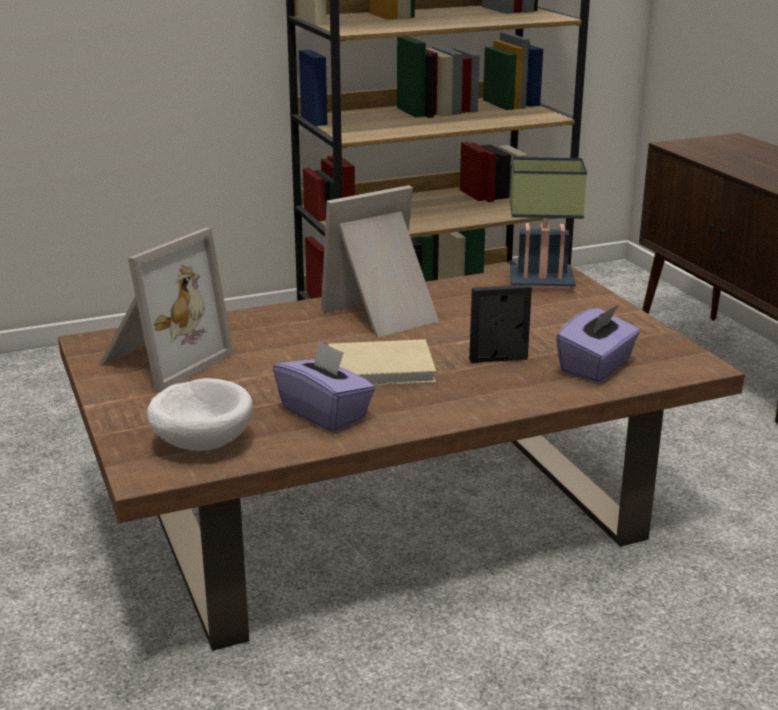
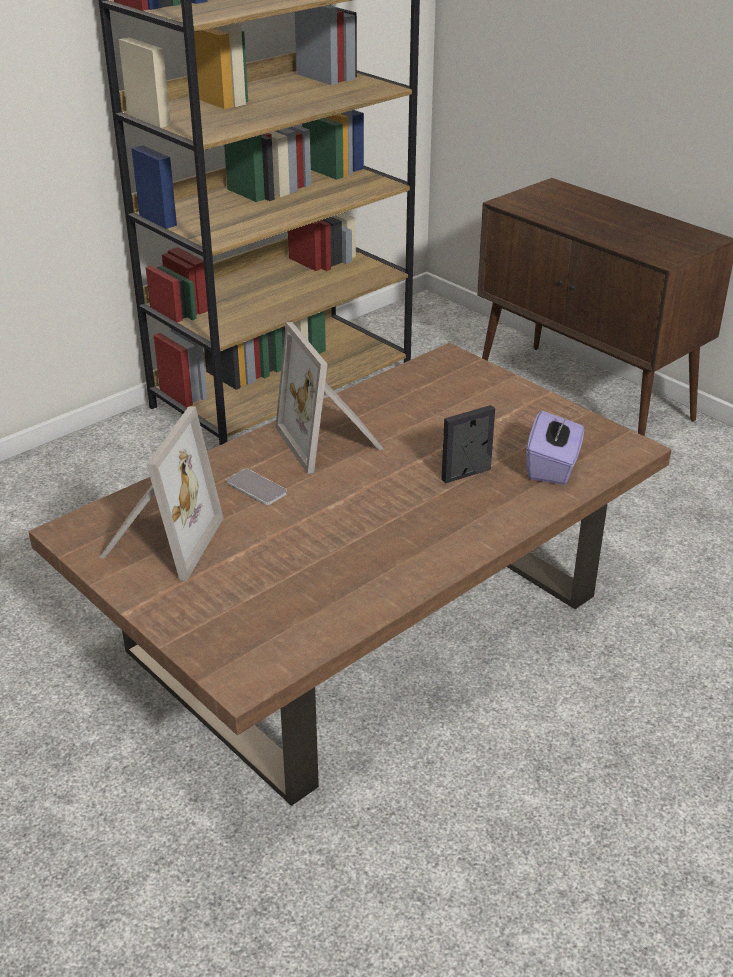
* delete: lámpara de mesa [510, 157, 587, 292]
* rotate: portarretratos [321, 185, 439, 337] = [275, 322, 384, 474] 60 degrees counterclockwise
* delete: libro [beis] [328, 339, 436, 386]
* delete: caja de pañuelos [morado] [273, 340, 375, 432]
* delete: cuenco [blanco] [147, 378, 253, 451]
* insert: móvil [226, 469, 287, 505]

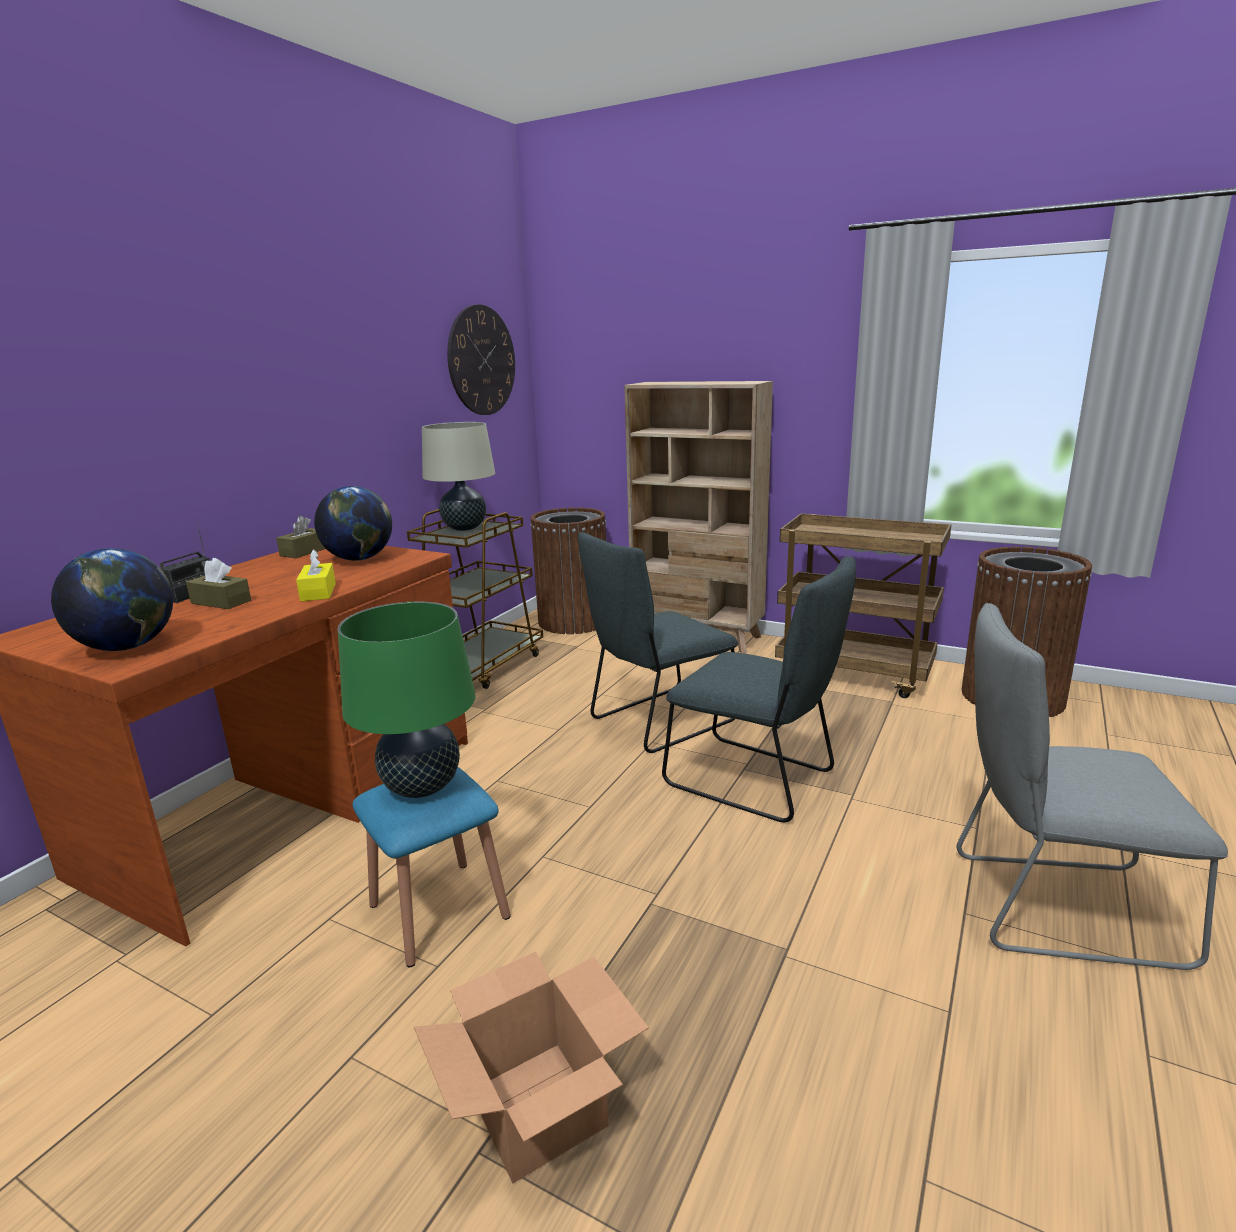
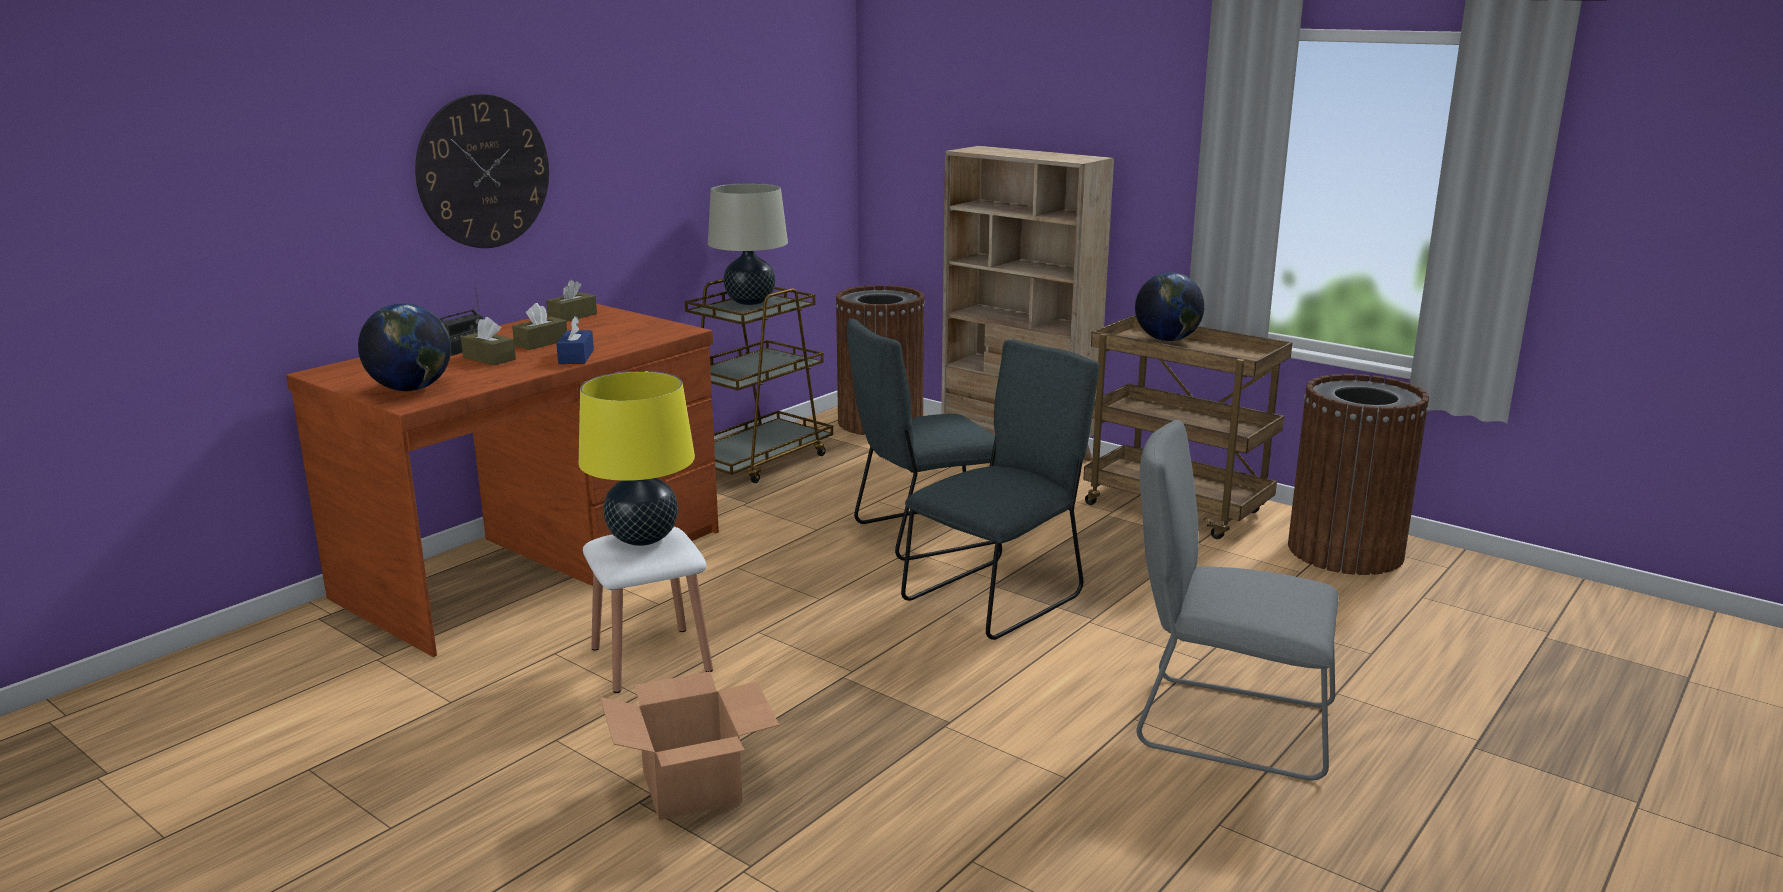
* move: reloj de pared [447, 304, 515, 415] to [415, 94, 549, 248]
* move: globo terráqueo [314, 486, 392, 561] to [1135, 272, 1205, 341]
* recolor: caja de pañuelos [amarillo] [296, 549, 336, 602] to caja de pañuelos [azul] [556, 316, 594, 364]
* rotate: silla [gris] [662, 556, 856, 823] = [901, 340, 1099, 640] 90 degrees counterclockwise
* recolor: lámpara de mesa [verde] [338, 602, 476, 798] to lámpara de mesa [amarillo] [579, 371, 695, 546]
* recolor: taburete [azul] [352, 767, 510, 967] to taburete [blanco] [583, 527, 713, 693]
* insert: caja de pañuelos [marrón] [512, 303, 567, 350]

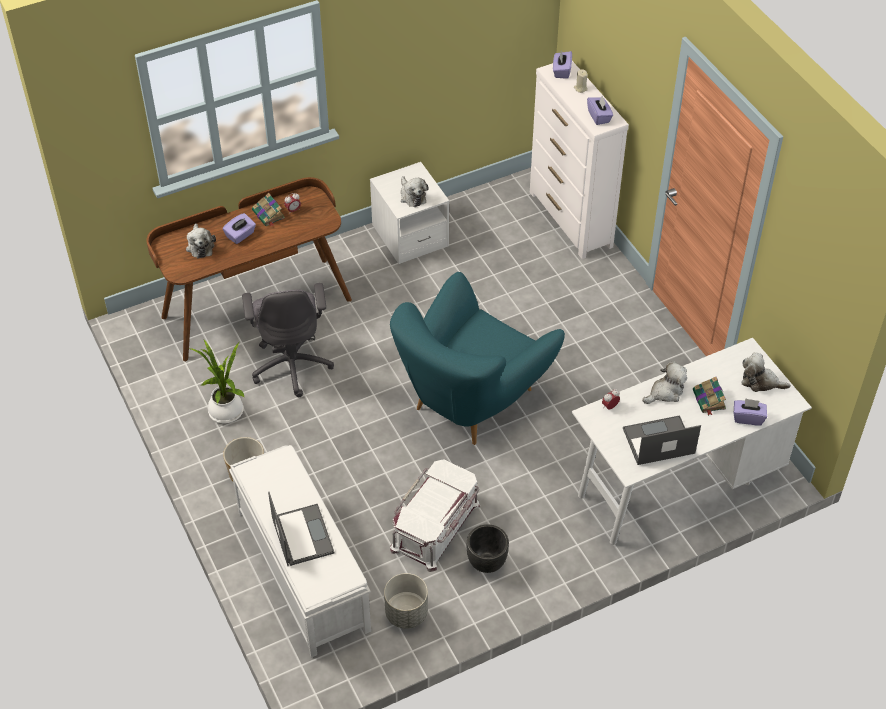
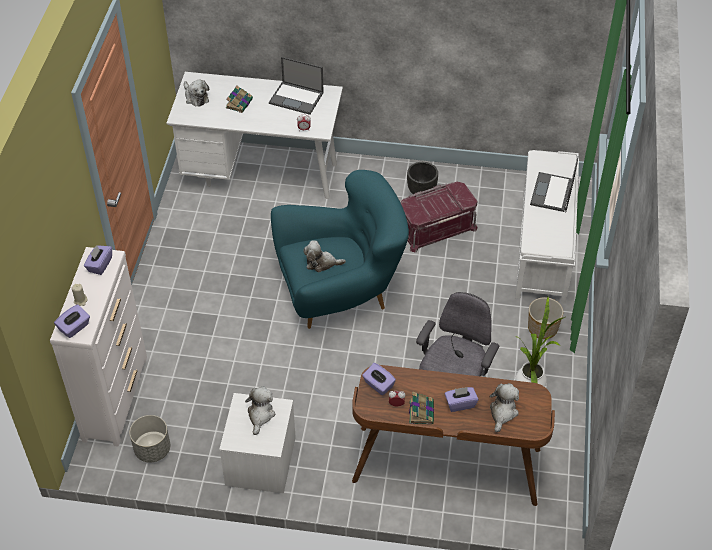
* move: peluche [642, 361, 687, 404] to [303, 241, 346, 272]
* move: caja de pañuelos [morado] [734, 398, 767, 426] to [362, 363, 396, 395]
* recolor: caja de almacenaje [blanco] [390, 459, 480, 572] to caja de almacenaje [rojo] [400, 181, 478, 252]
* move: maceta [gris] [384, 573, 428, 629] to [129, 415, 170, 462]

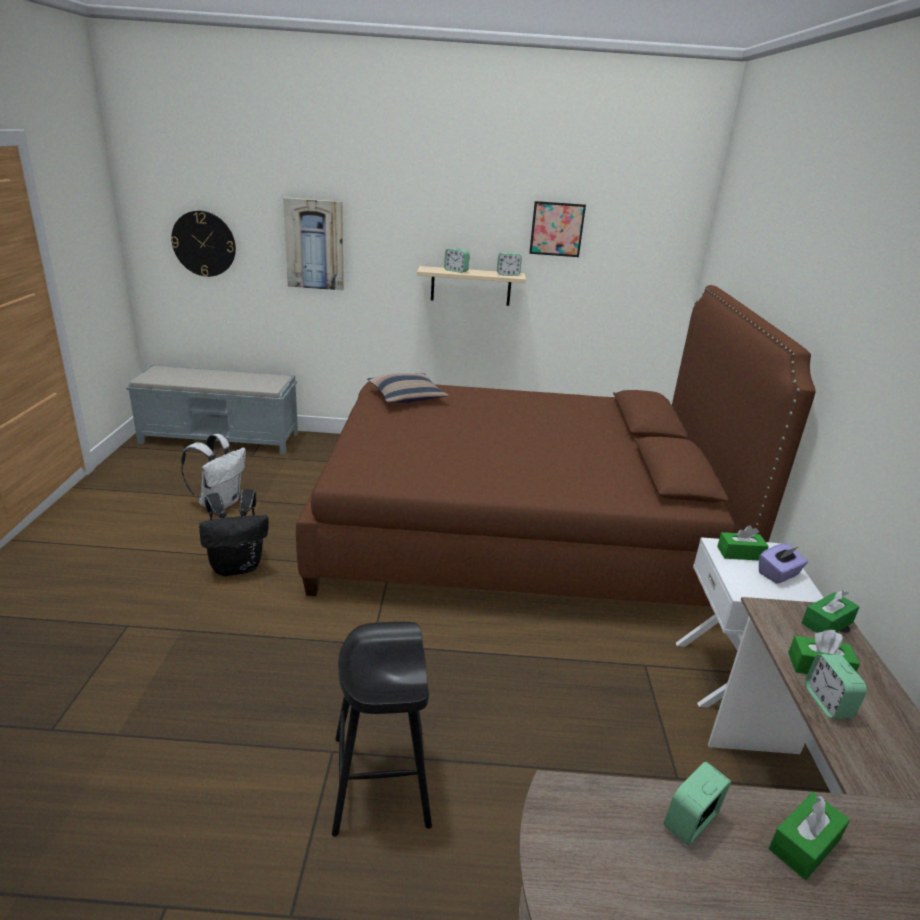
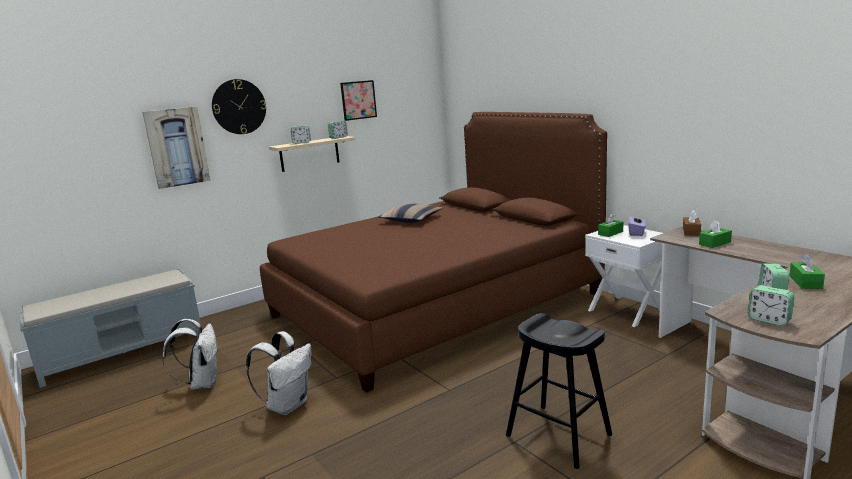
* move: reloj de pared [171, 211, 236, 277] to [212, 79, 266, 134]
* move: cojín [367, 373, 449, 403] to [378, 204, 443, 223]
* recolor: mochila [negro] [199, 489, 269, 576] to mochila [blanco] [247, 331, 311, 415]
* recolor: caja de pañuelos [verde] [802, 590, 860, 633] to caja de pañuelos [marrón] [683, 210, 701, 236]
* move: despertador [805, 654, 867, 719] to [748, 285, 794, 326]

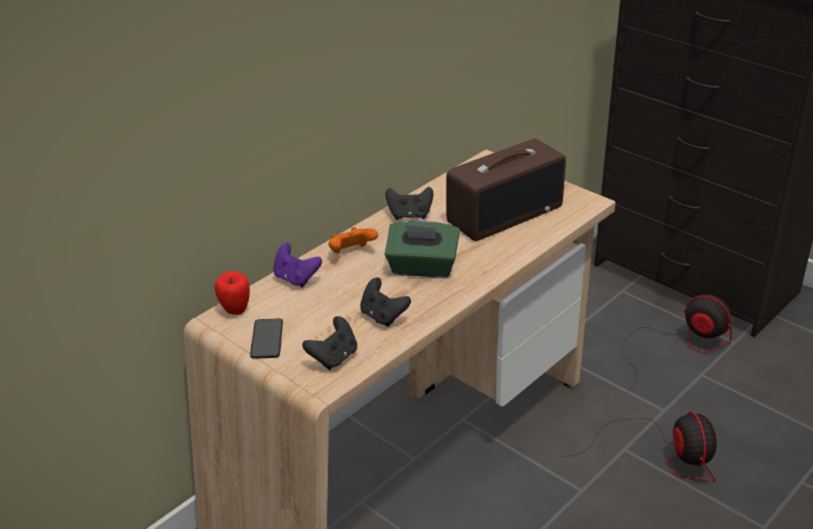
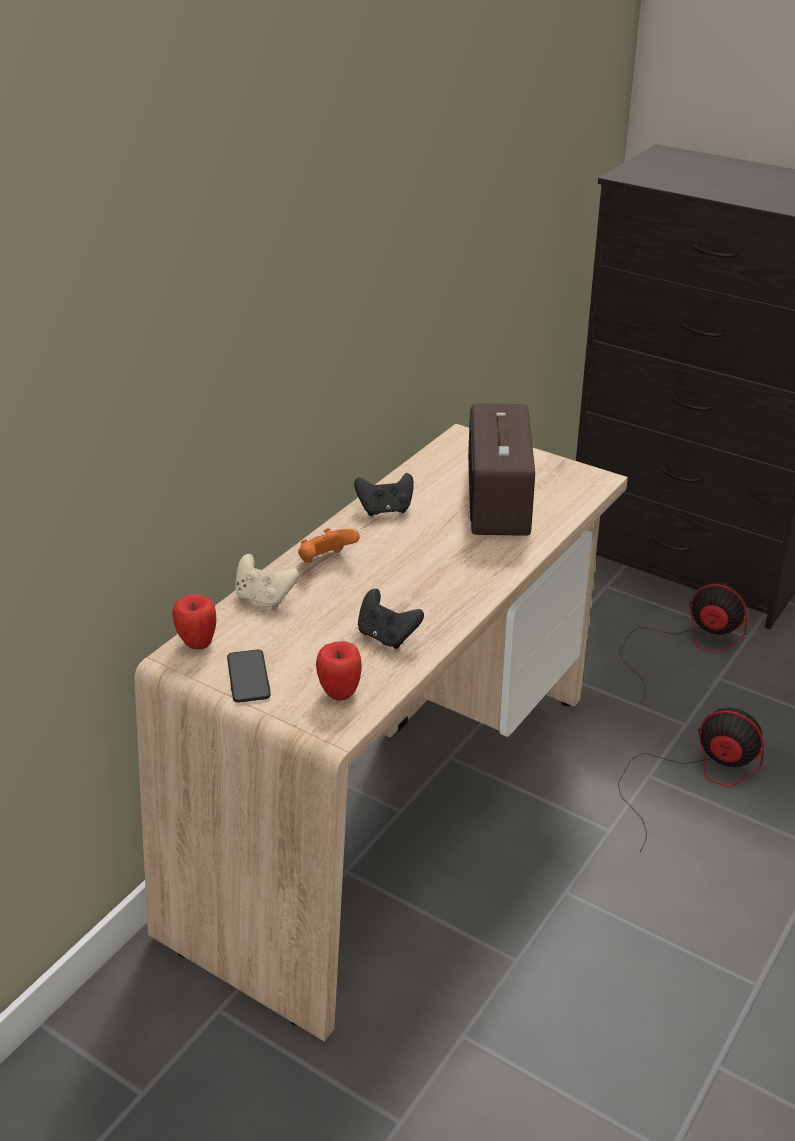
* rotate: radio [446, 139, 566, 241] = [468, 403, 535, 536] 135 degrees clockwise
* delete: caja de pañuelos [verde] [384, 221, 460, 278]
* recolor: mando de consola [morado] [273, 243, 322, 287] to mando de consola [beis] [235, 554, 299, 609]
* replace: mando de consola [negro] [302, 316, 357, 370] to manzana [316, 641, 362, 701]
* rotate: ventilador [562, 412, 717, 482] = [618, 708, 764, 853] 45 degrees counterclockwise

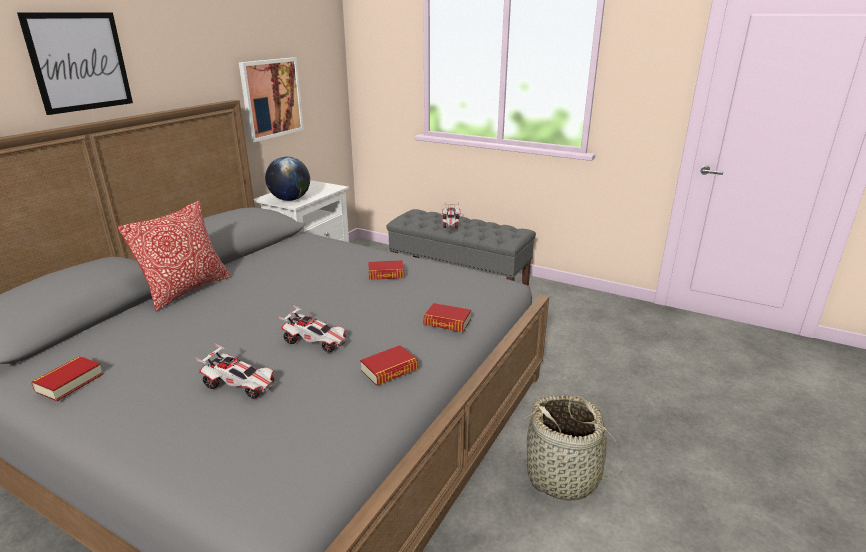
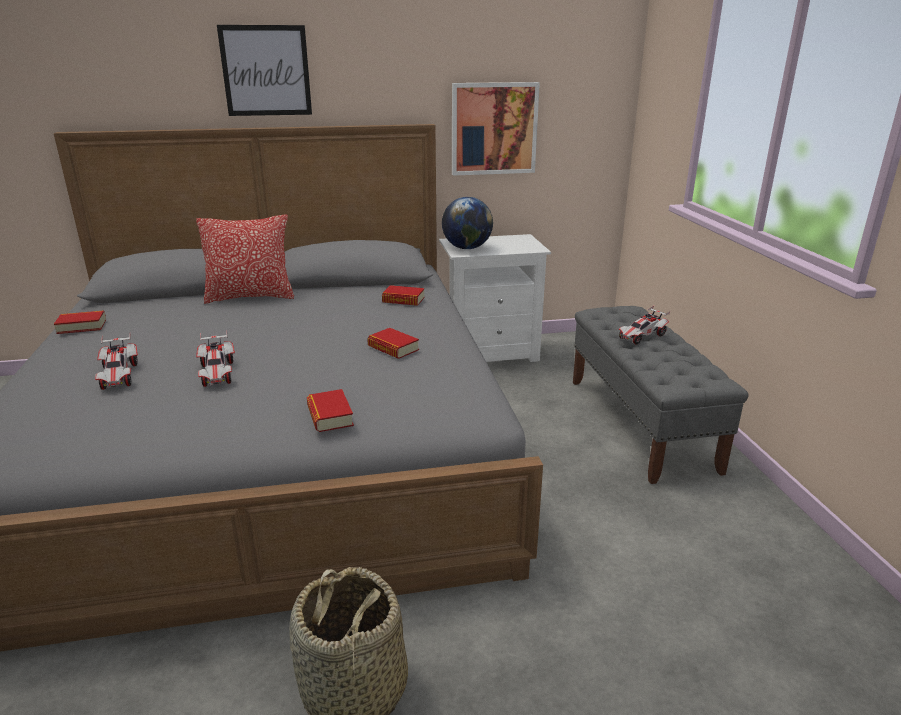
* move: libro [360, 345, 418, 386] to [382, 285, 425, 306]

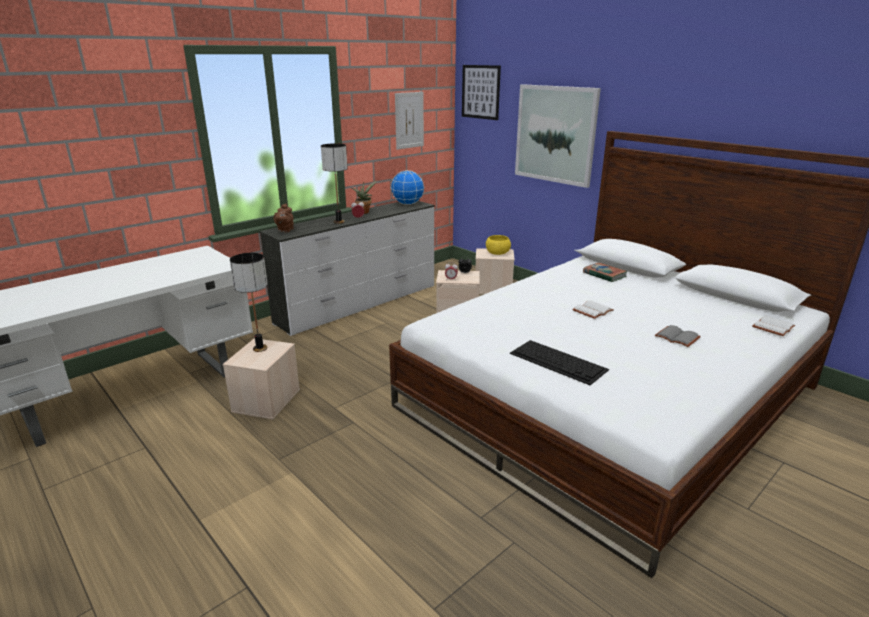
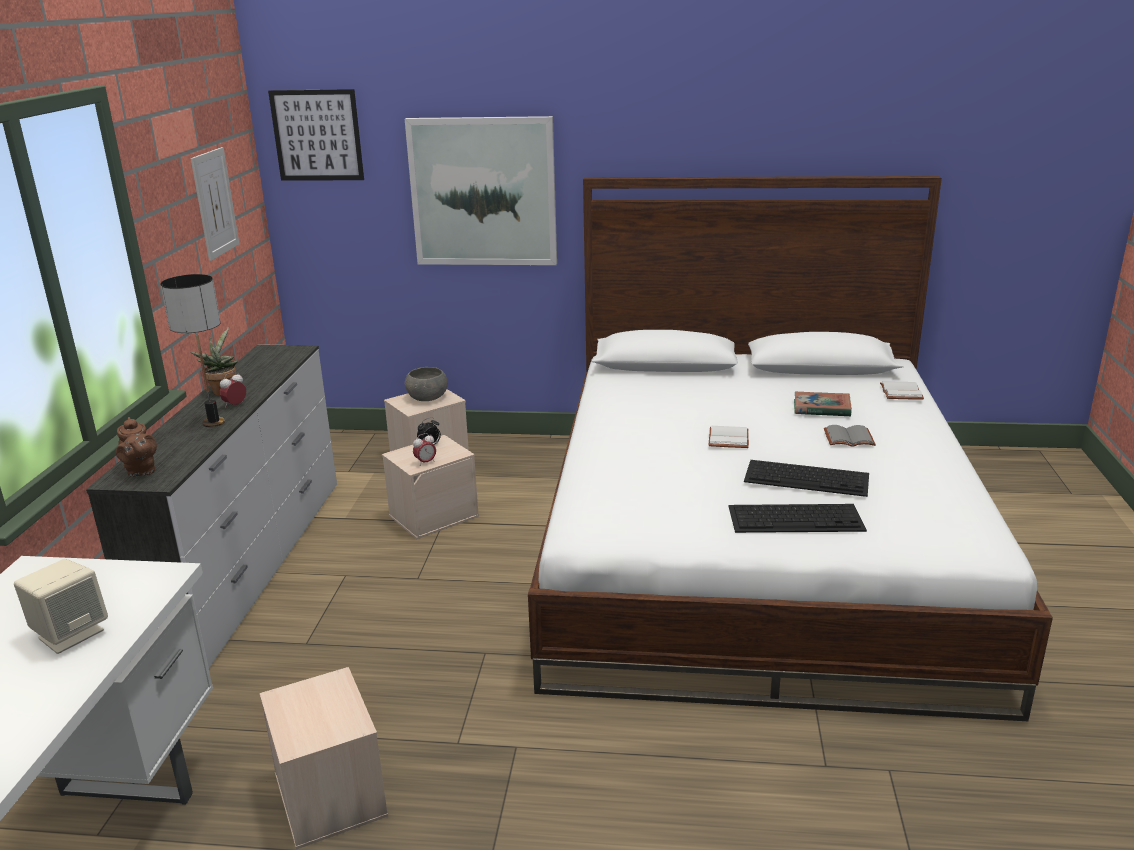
* delete: globo terráqueo [391, 170, 424, 205]
* recolor: cuenco [amarillo] [486, 235, 511, 255] to cuenco [gris] [405, 367, 448, 401]
* delete: lámpara de mesa [230, 253, 268, 352]
* move: libro [583, 262, 628, 282] to [794, 392, 852, 417]
* insert: teclado [744, 460, 869, 497]
* insert: altavoz [beis] [14, 559, 108, 654]

